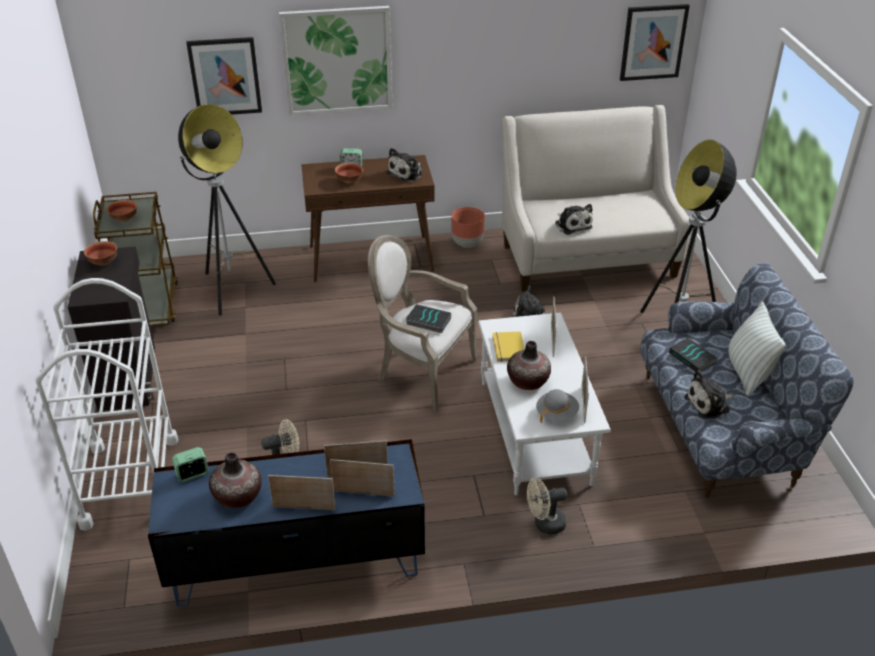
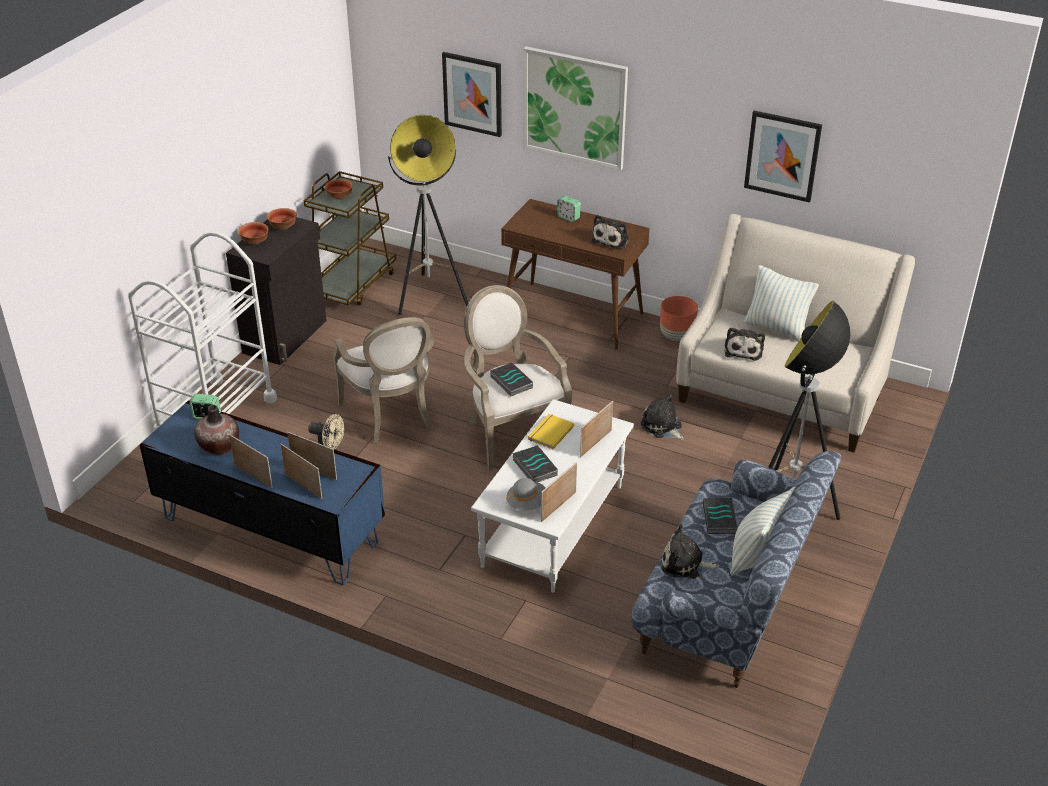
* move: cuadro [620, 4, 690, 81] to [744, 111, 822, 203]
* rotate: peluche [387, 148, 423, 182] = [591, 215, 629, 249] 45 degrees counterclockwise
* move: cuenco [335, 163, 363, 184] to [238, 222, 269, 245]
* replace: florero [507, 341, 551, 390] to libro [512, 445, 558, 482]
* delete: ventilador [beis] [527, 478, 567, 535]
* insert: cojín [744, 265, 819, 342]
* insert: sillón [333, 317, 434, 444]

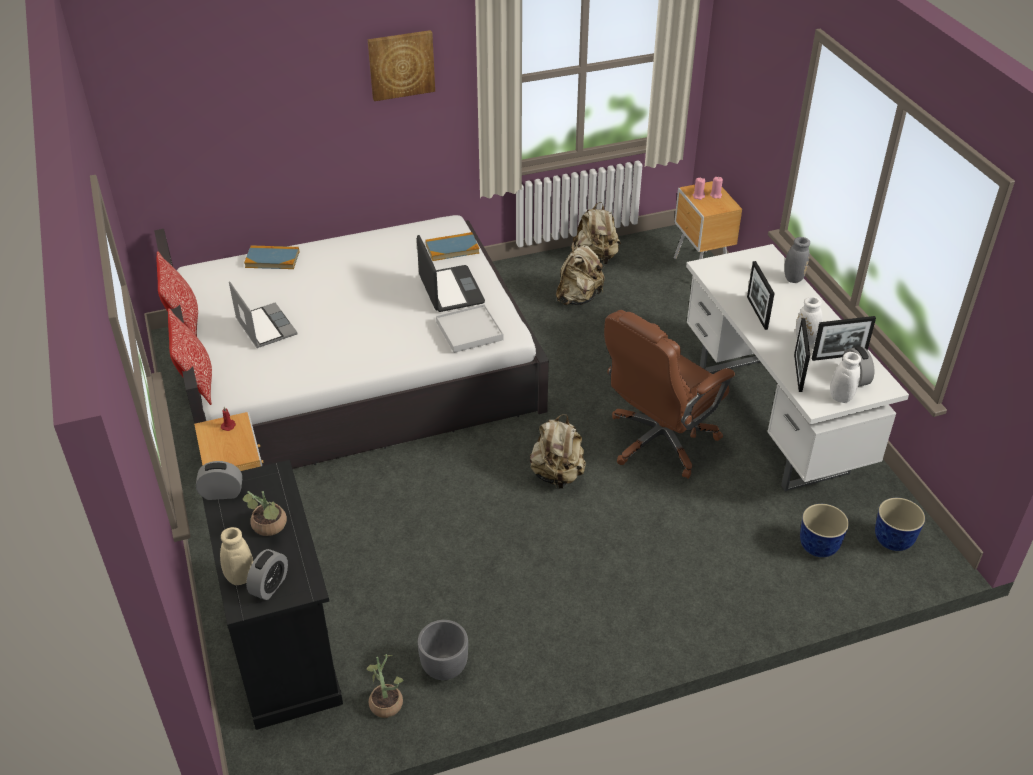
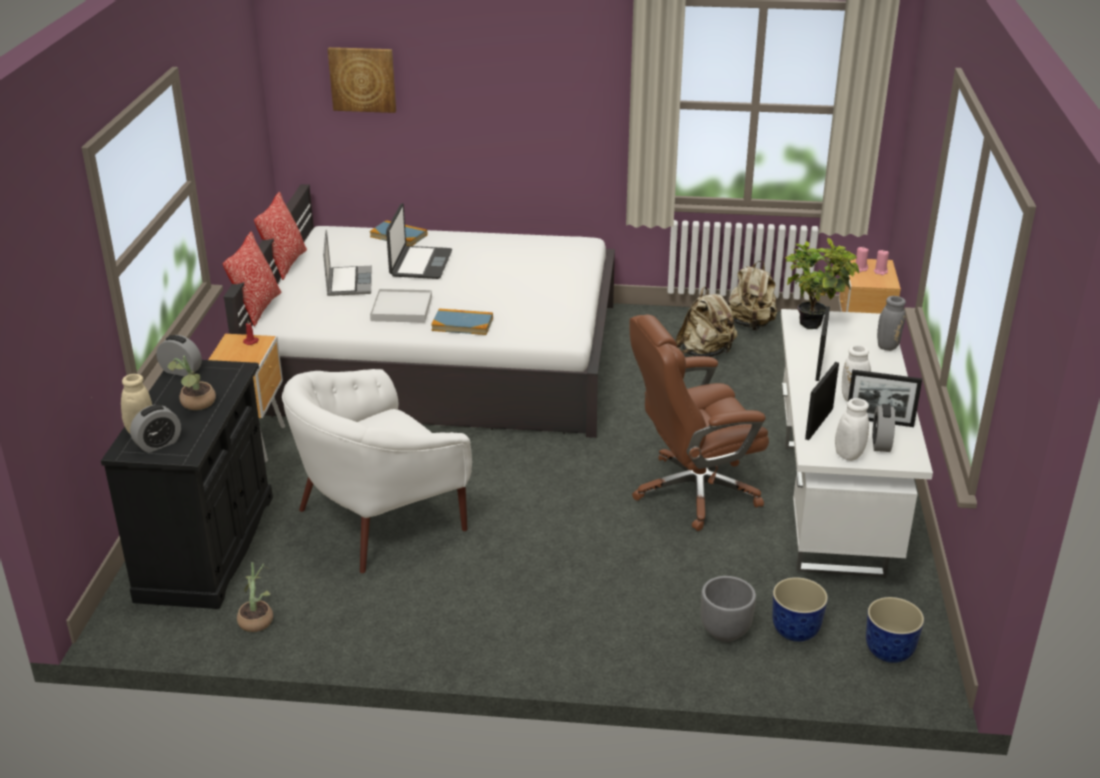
* move: cuadro [368, 30, 435, 101] to [328, 47, 396, 113]
* move: libro [425, 232, 479, 261] to [431, 308, 493, 335]
* move: portátil [417, 235, 485, 312] to [386, 203, 452, 279]
* move: bandeja [blanco] [436, 304, 504, 353] to [370, 289, 432, 323]
* delete: mochila [beis] [530, 414, 586, 489]
* move: maceta [gris] [418, 620, 468, 680] to [701, 576, 756, 642]
* insert: planta en maceta [785, 238, 859, 329]
* insert: sillón [blanco] [282, 369, 472, 573]

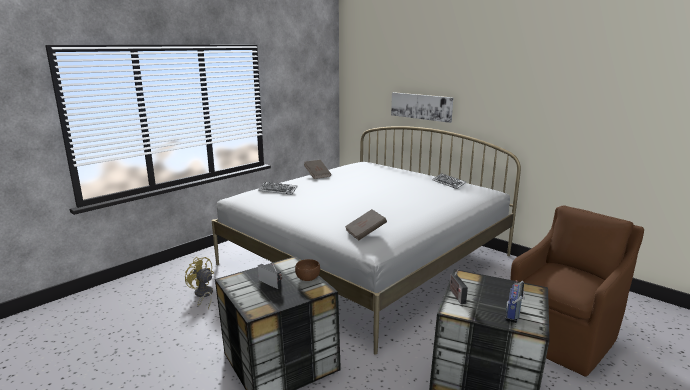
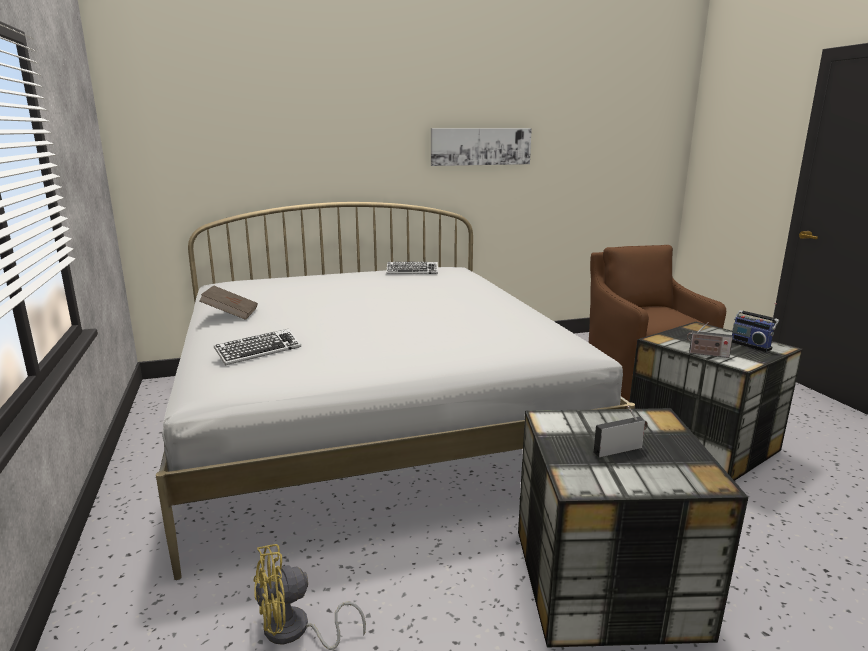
* move: cuadro [391, 92, 453, 123] to [431, 128, 532, 166]
* delete: libro [marrón] [345, 209, 387, 240]
* delete: cuenco [marrón] [295, 259, 320, 281]

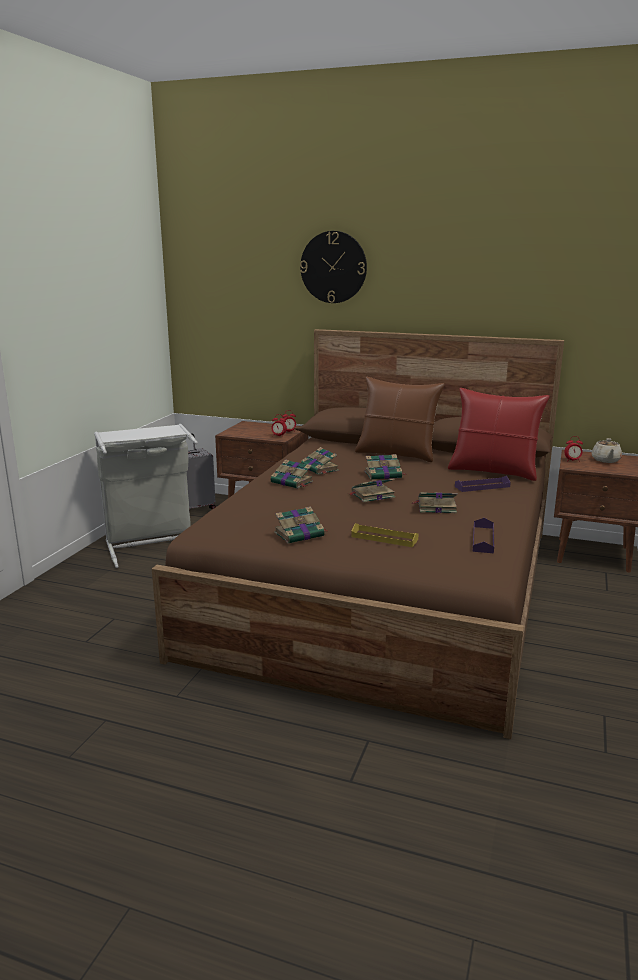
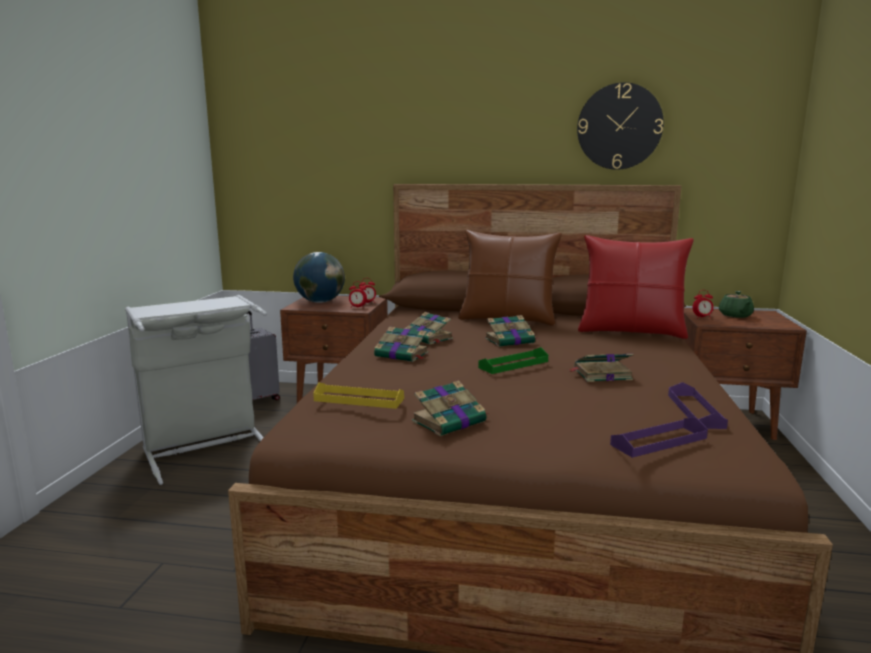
* move: reloj de pared [300, 231, 367, 303] to [577, 82, 664, 170]
* recolor: tetera [beis] [592, 438, 622, 463] to tetera [verde] [719, 291, 754, 318]
* move: bandeja [morado] [455, 476, 511, 492] to [610, 417, 708, 458]
* replace: libro [349, 478, 395, 502] to bandeja [verde] [478, 347, 548, 374]
* move: bandeja [amarillo] [351, 523, 418, 547] to [313, 382, 404, 409]
* insert: globo terráqueo [293, 252, 345, 303]

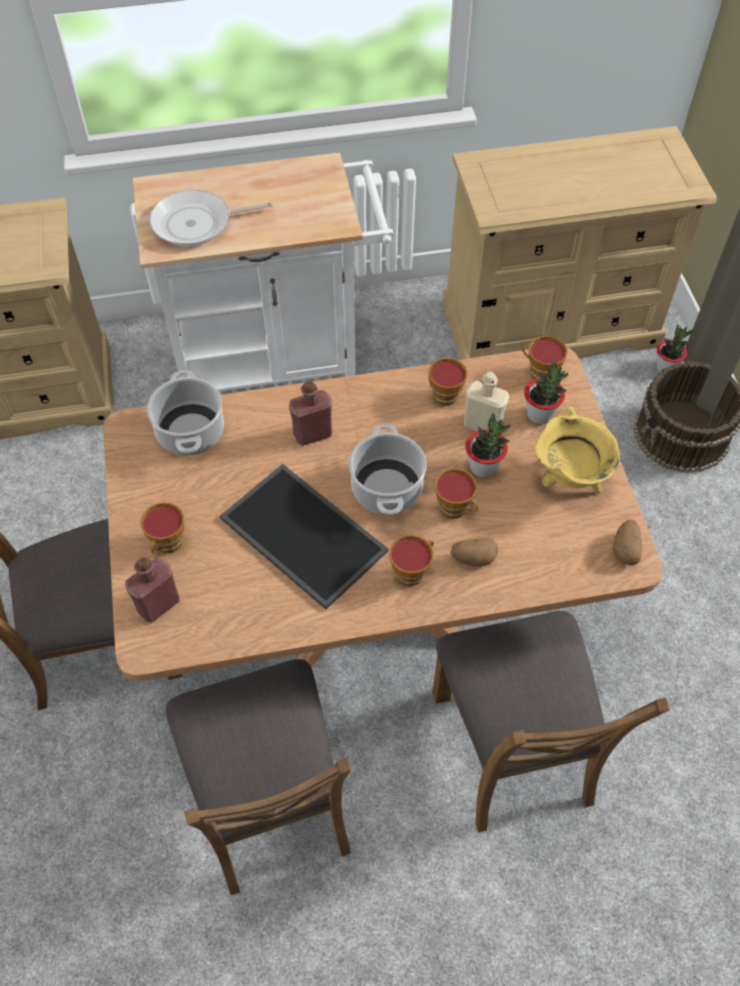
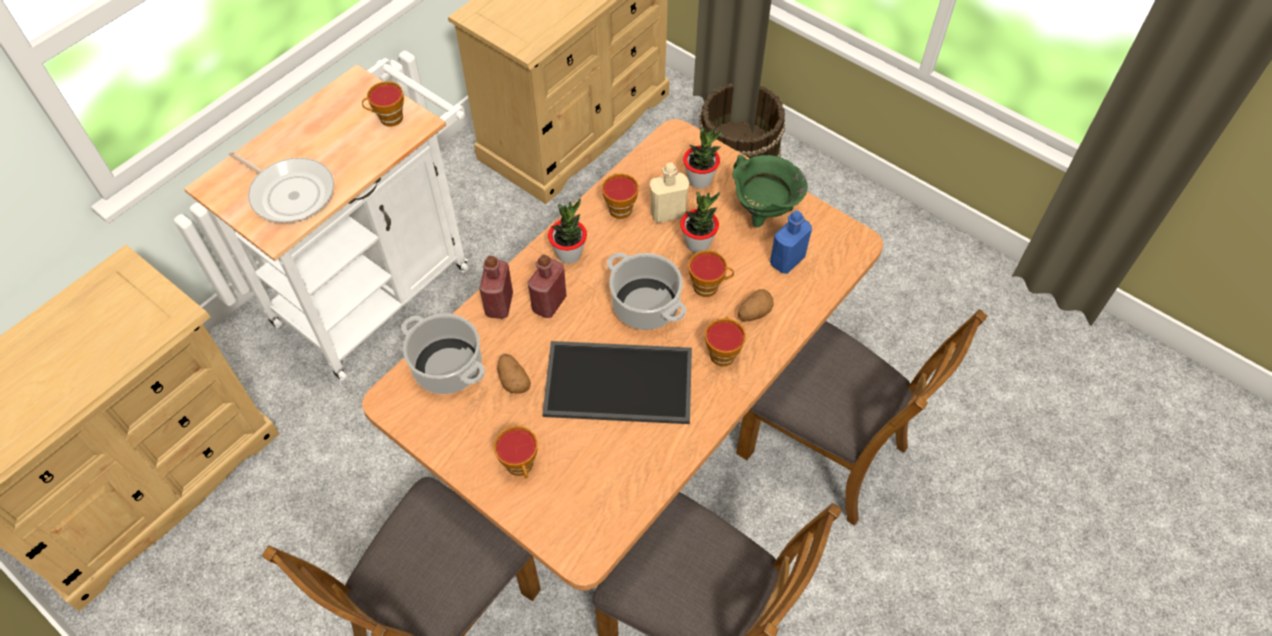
* rotate: sartén [149, 190, 273, 246] = [229, 151, 334, 223] 90 degrees counterclockwise
* move: planta en maceta [656, 324, 695, 372] to [548, 199, 587, 264]
* move: taza [522, 336, 568, 379] to [362, 81, 404, 127]
* recolor: olla [amarillo] [534, 407, 620, 494] to olla [verde] [732, 155, 808, 227]
* move: patata [613, 520, 642, 565] to [497, 354, 531, 394]
* move: botella [rojo] [125, 557, 180, 623] to [479, 256, 513, 319]
* insert: botella [azul] [770, 210, 812, 274]

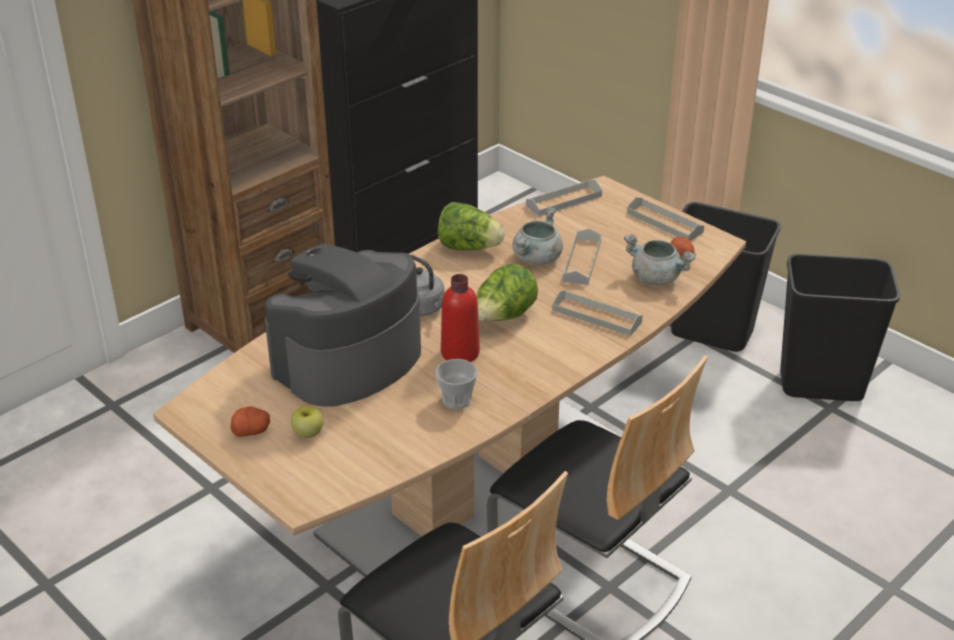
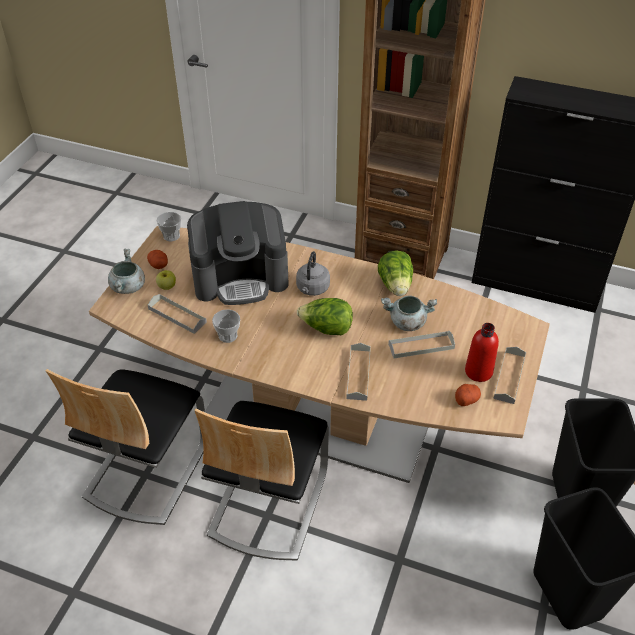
* move: bandeja [gris] [526, 180, 602, 216] to [148, 294, 207, 334]
* move: olla [gris] [624, 234, 696, 286] to [108, 248, 145, 294]
* rotate: cafetera [265, 244, 421, 407] = [187, 201, 288, 305] 150 degrees clockwise
* move: botella [rojo] [441, 274, 480, 362] to [465, 323, 499, 382]
* insert: taza [157, 212, 181, 241]

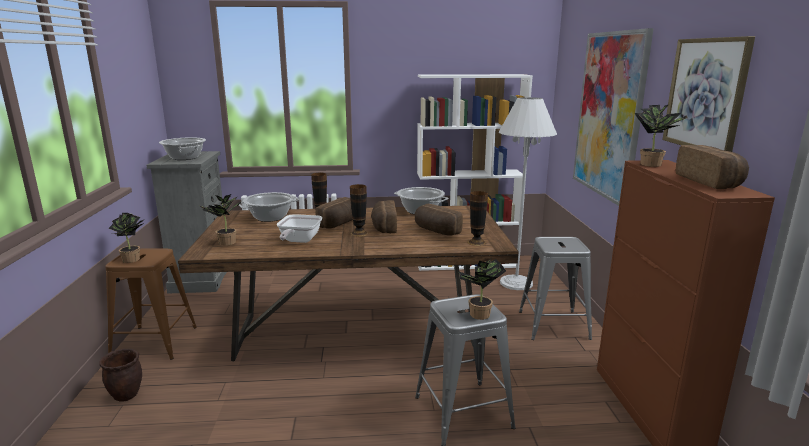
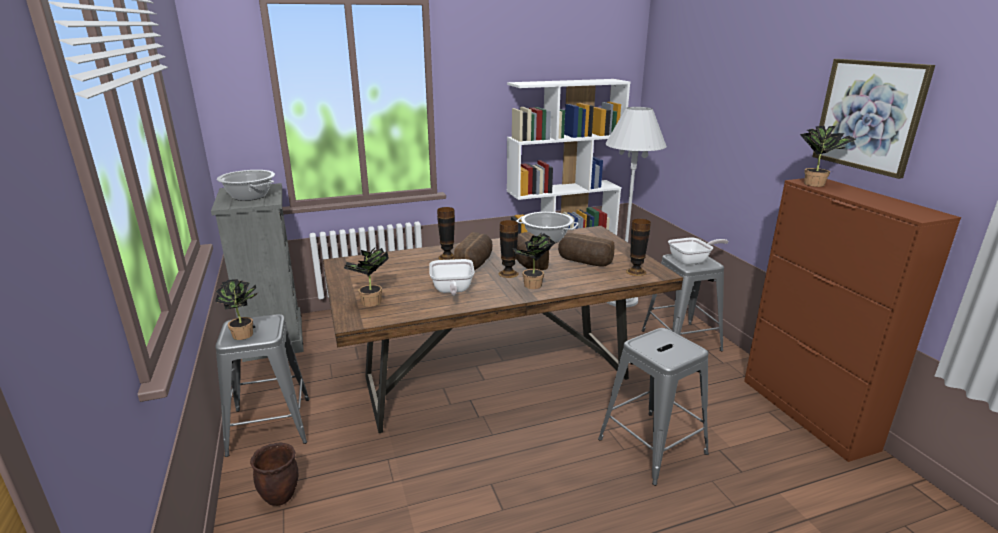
* delete: cuadro [573, 28, 654, 206]
* delete: pan [676, 145, 749, 189]
* delete: olla [239, 192, 300, 222]
* recolor: taburete [marrón] [105, 249, 197, 360] to taburete [gris] [215, 314, 310, 457]
* move: planta en maceta [459, 259, 506, 320] to [513, 233, 555, 289]
* insert: sartén [668, 237, 729, 265]

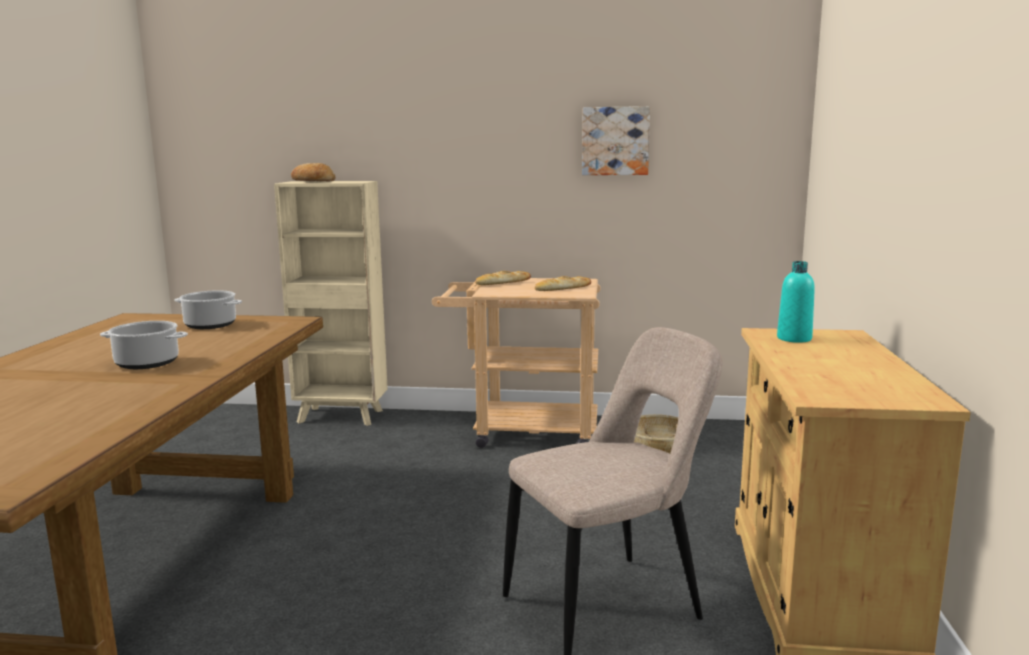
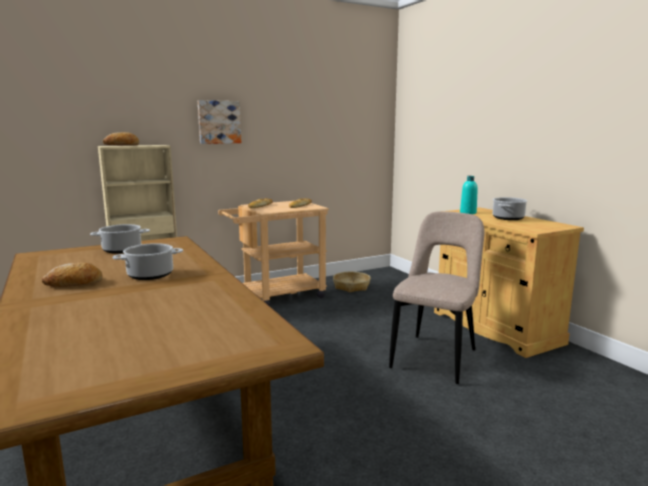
* move: cuadro [582, 106, 650, 175] to [198, 100, 241, 144]
* insert: olla [493, 197, 527, 220]
* insert: pan [42, 262, 103, 287]

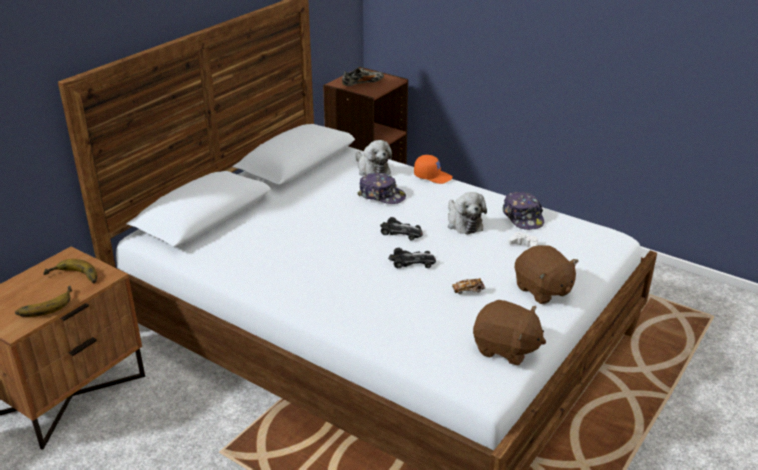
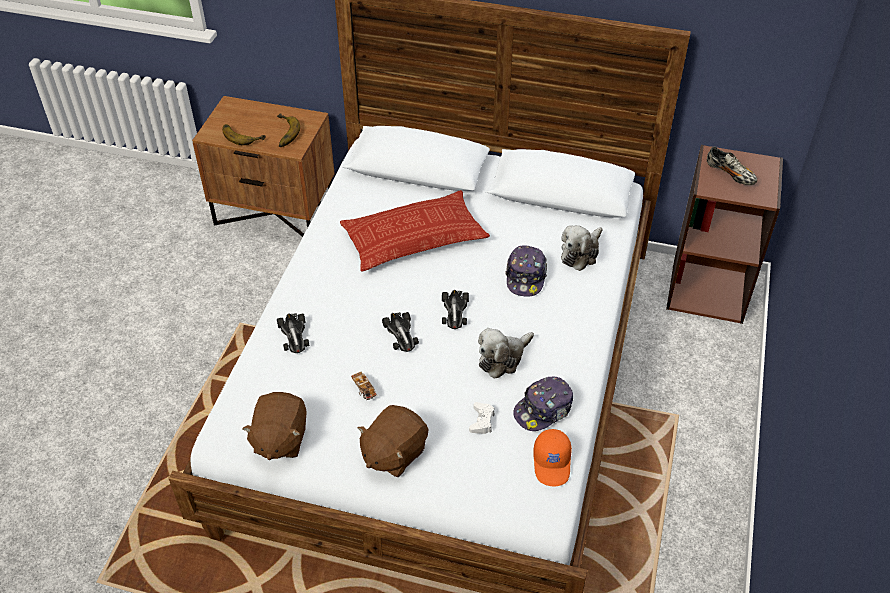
* move: gorra [naranja] [414, 155, 453, 184] to [533, 429, 572, 486]
* insert: cojín [340, 190, 490, 272]
* insert: coche de juguete [277, 313, 309, 353]

